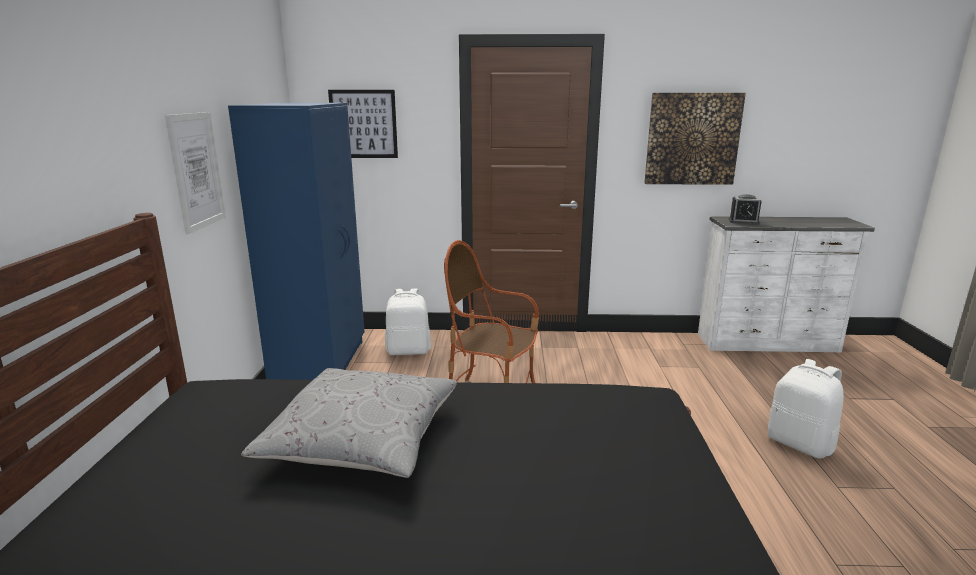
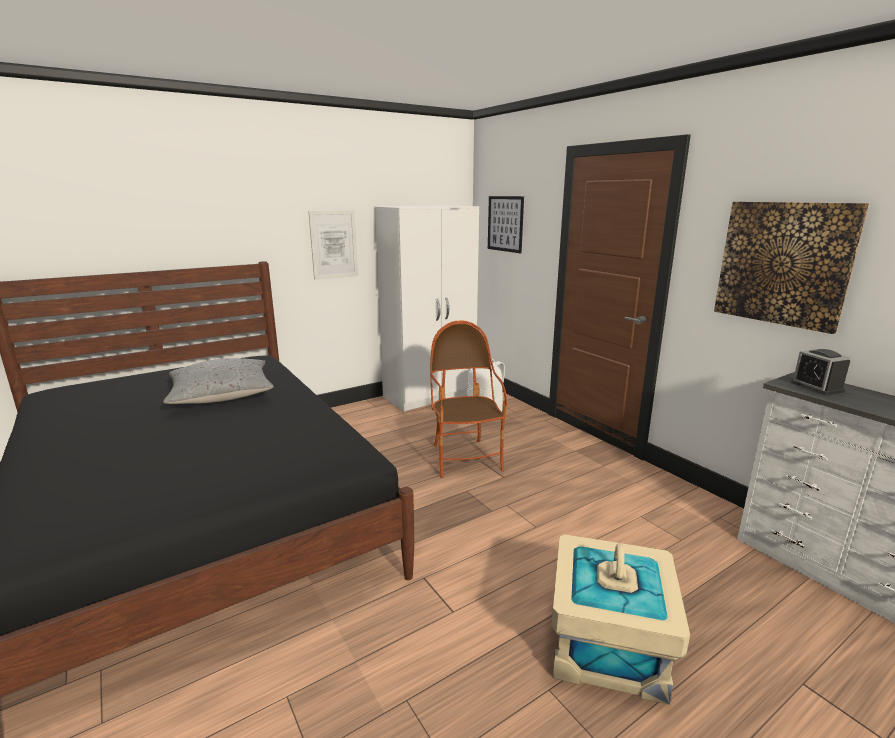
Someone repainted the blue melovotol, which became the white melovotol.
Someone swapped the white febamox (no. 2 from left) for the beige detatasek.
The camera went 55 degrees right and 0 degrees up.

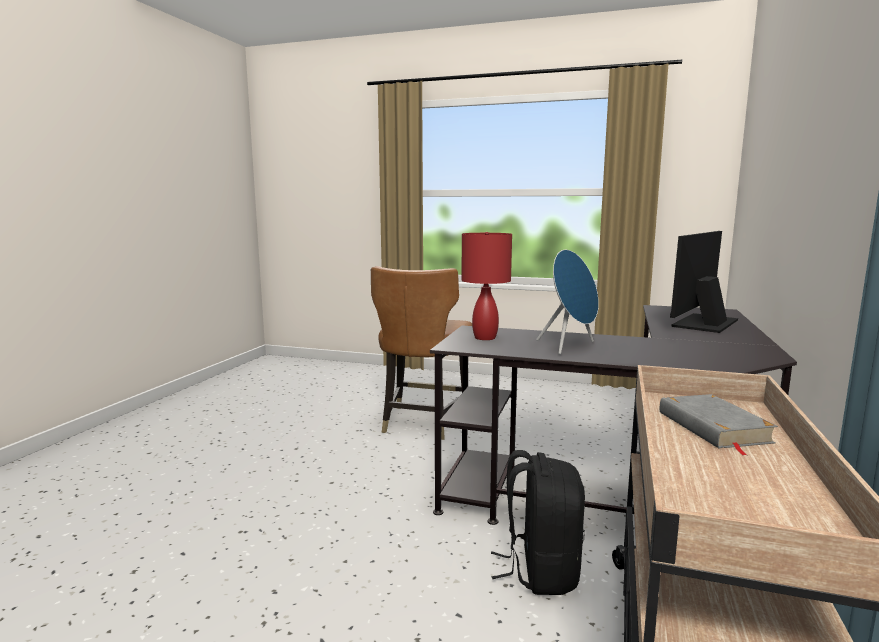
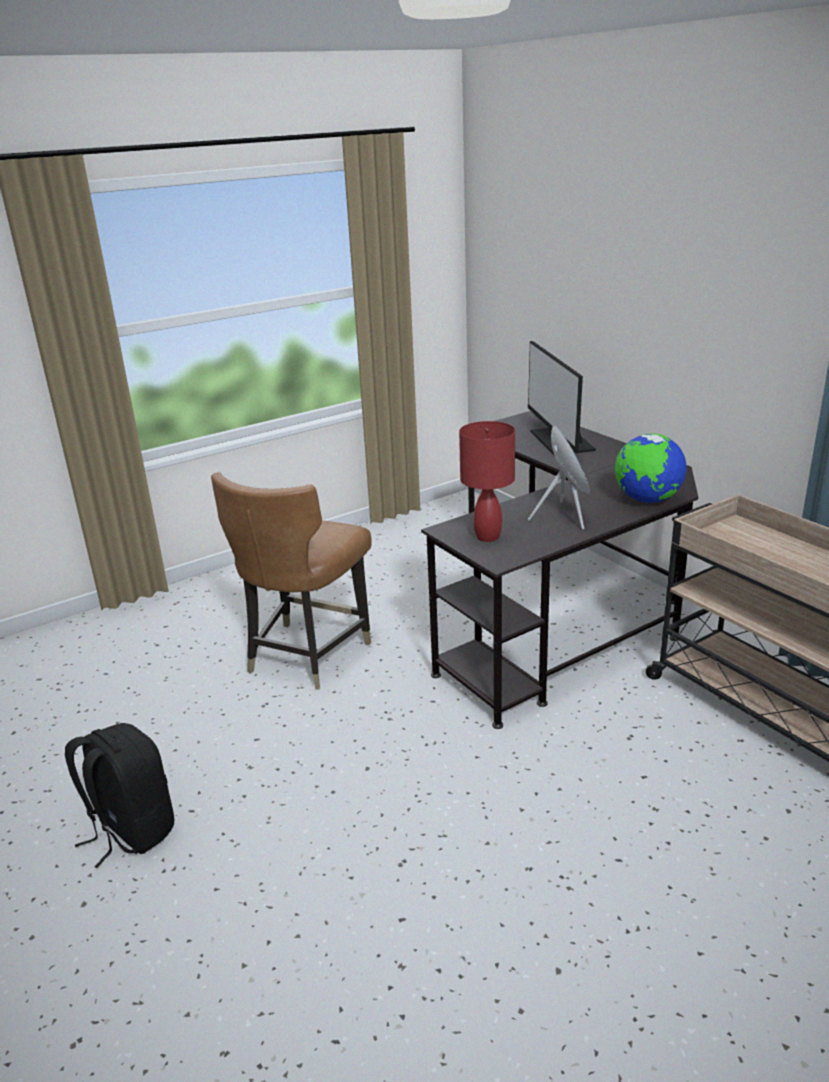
Someone carried the black febamox.
Someone rotated the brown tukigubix by 60 degrees clockwise.
Someone put down the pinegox.
Someone took away the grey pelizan.
The camera went 50 degrees left and 15 degrees up.

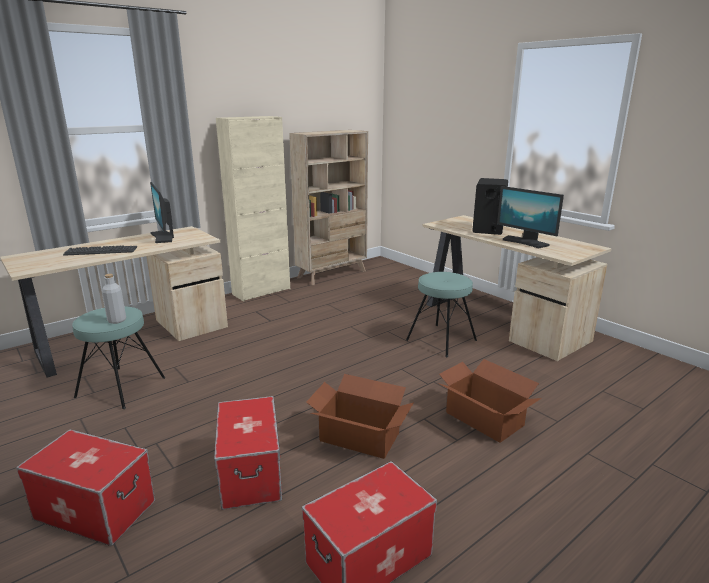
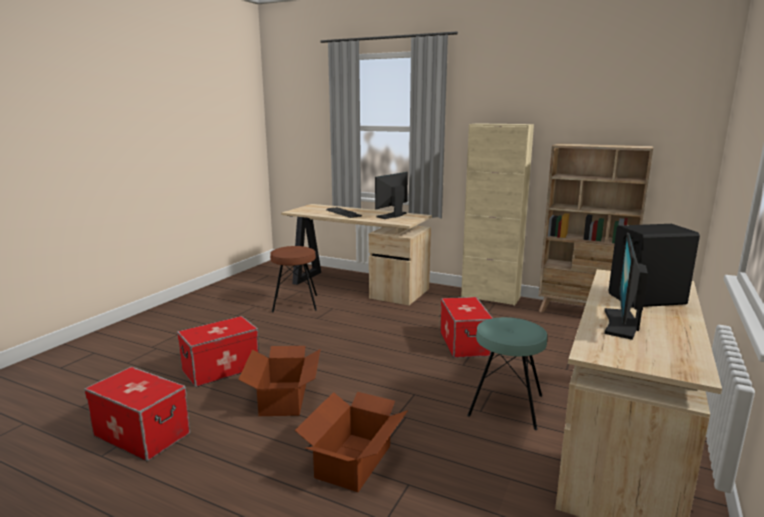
Someone repainted the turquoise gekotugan (no. 1 from left), which became the brown gekotugan.
Someone carried the detatasek (no. 1 from left in the first image).
Someone took away the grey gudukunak.
The camera went 65 degrees right and 5 degrees down.

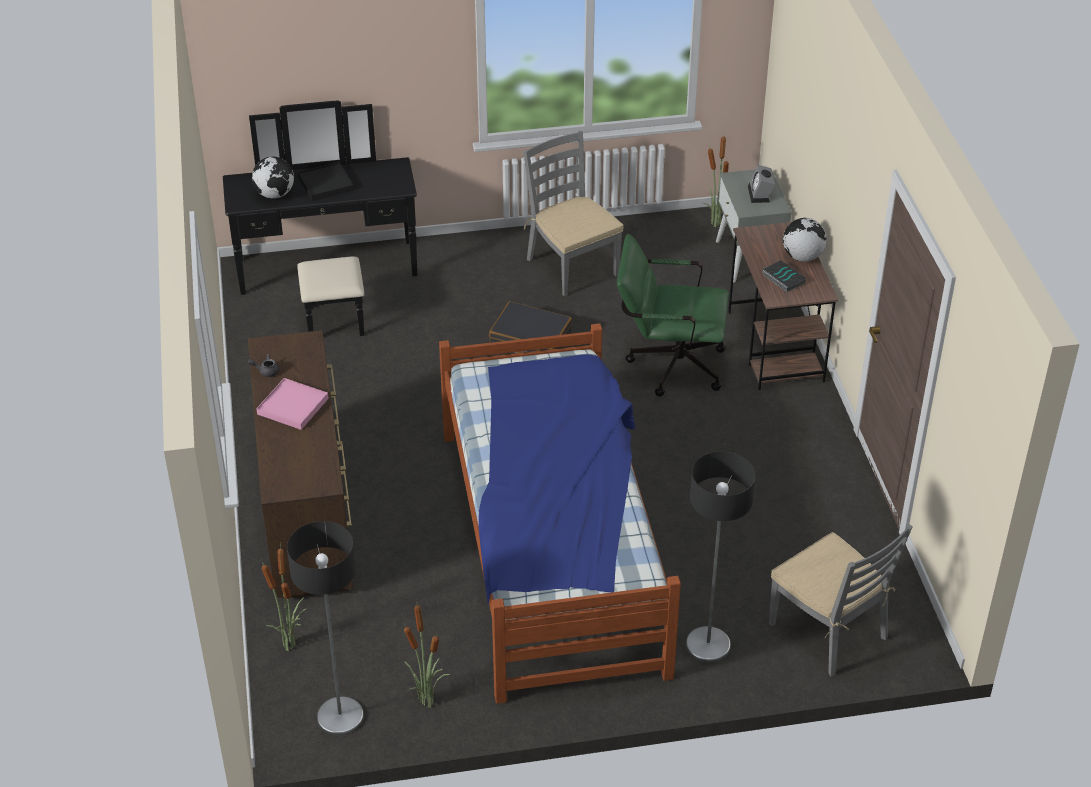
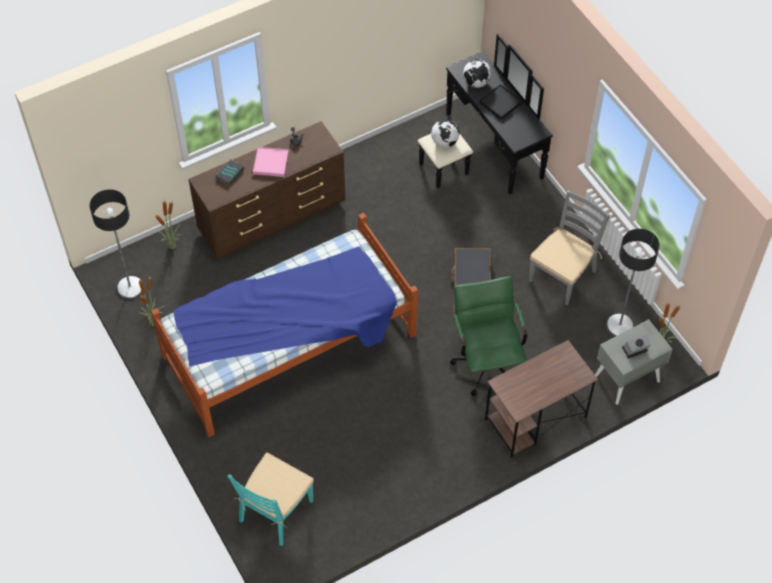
Someone carried the pelizan.
Someone repainted the grey tukigubix (no. 2 from left), which became the turquoise tukigubix.
Someone carried the pinegox (no. 2 from left in the first image).
Someone carried the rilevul (no. 2 from left).
The camera went 70 degrees right and 15 degrees up.

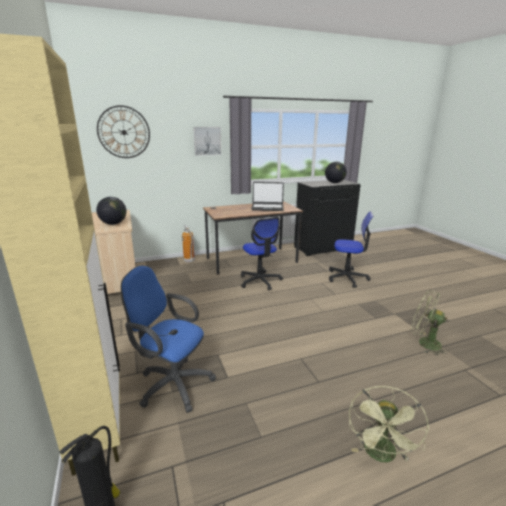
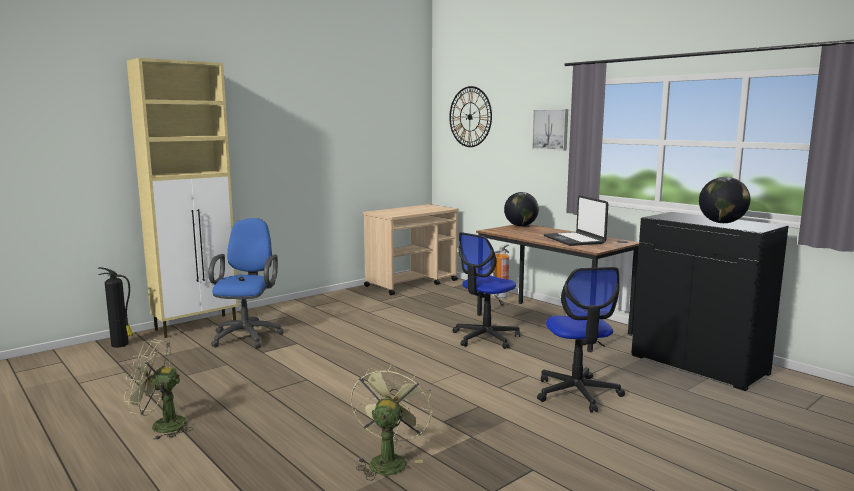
Someone carried the pinegox (no. 1 from left).
The camera went 70 degrees right and 10 degrees down.

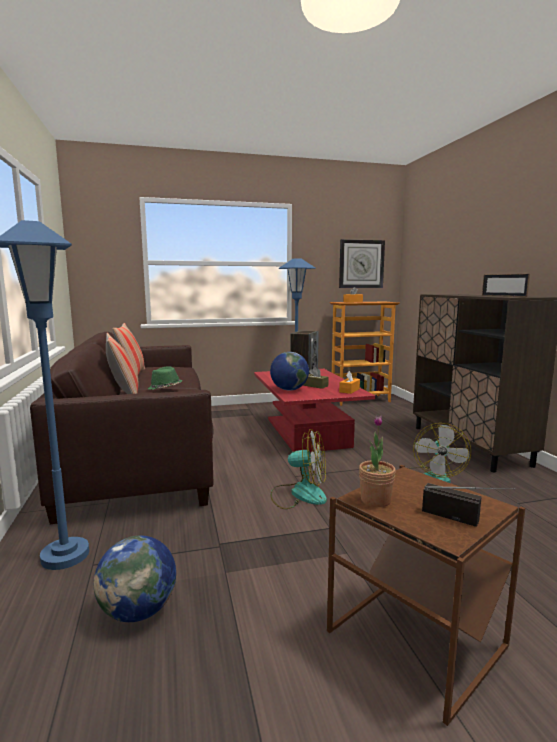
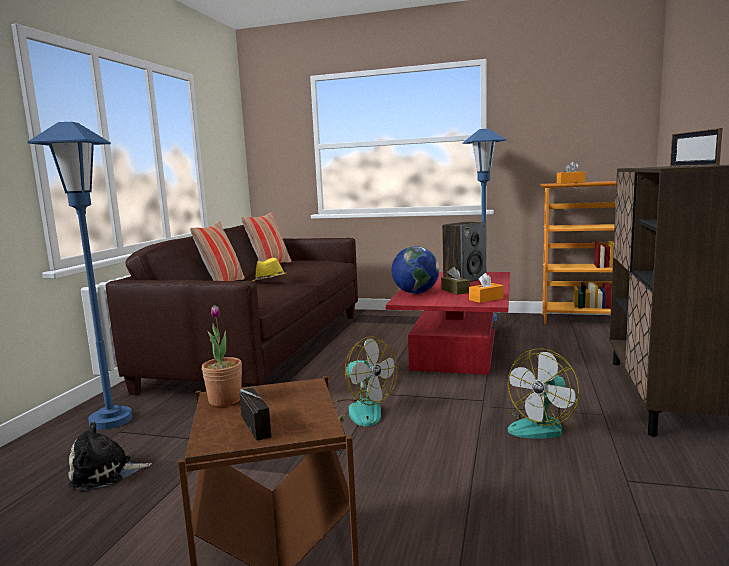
Someone swapped the pinegox (no. 1 from left) for the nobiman.
Someone repainted the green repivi, which became the yellow repivi.
Someone took away the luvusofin.
The camera went 30 degrees right and 0 degrees up.

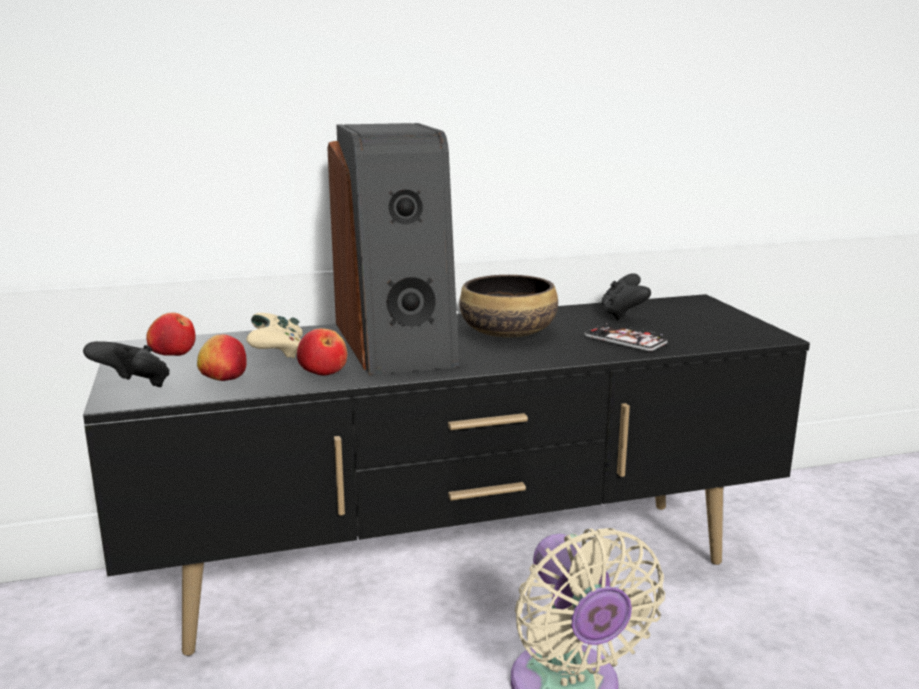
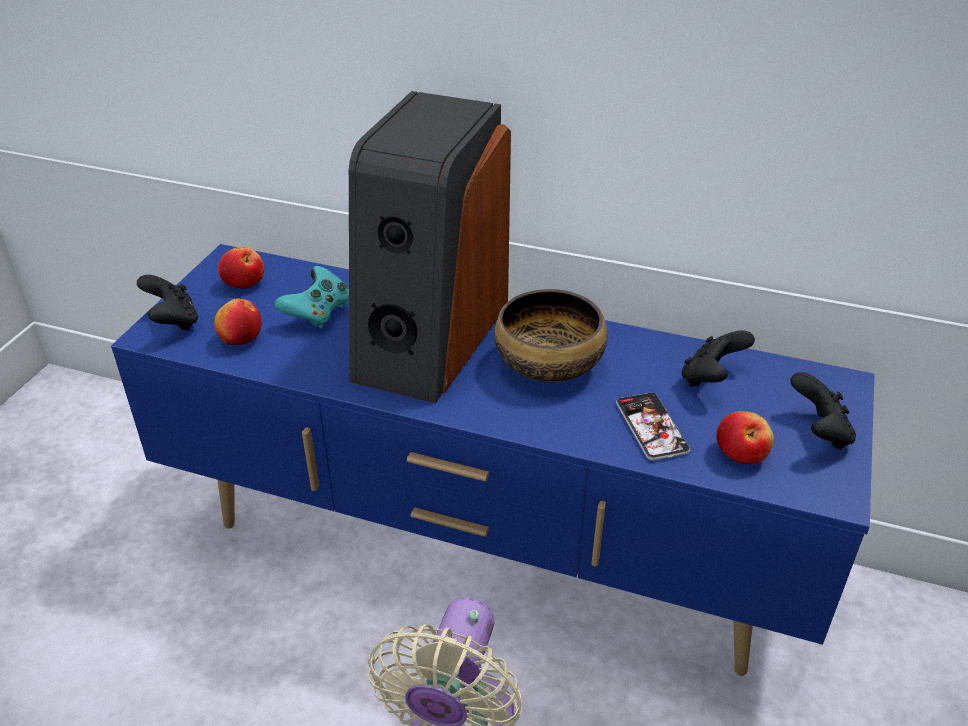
Someone repainted the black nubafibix, which became the blue nubafibix.
Someone repainted the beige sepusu, which became the turquoise sepusu.
Someone carried the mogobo (no. 3 from left).
Someone put down the black sepusu (no. 3 from left).
The camera went 35 degrees right and 20 degrees up.

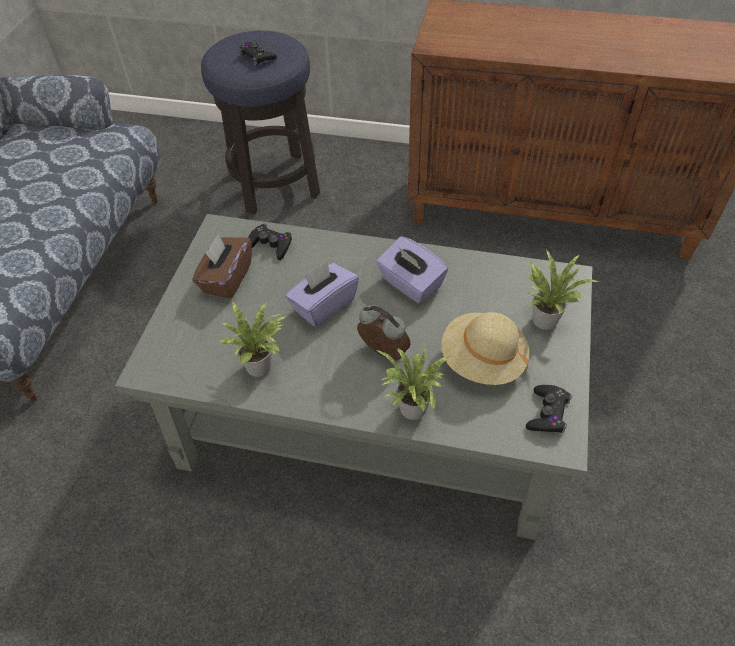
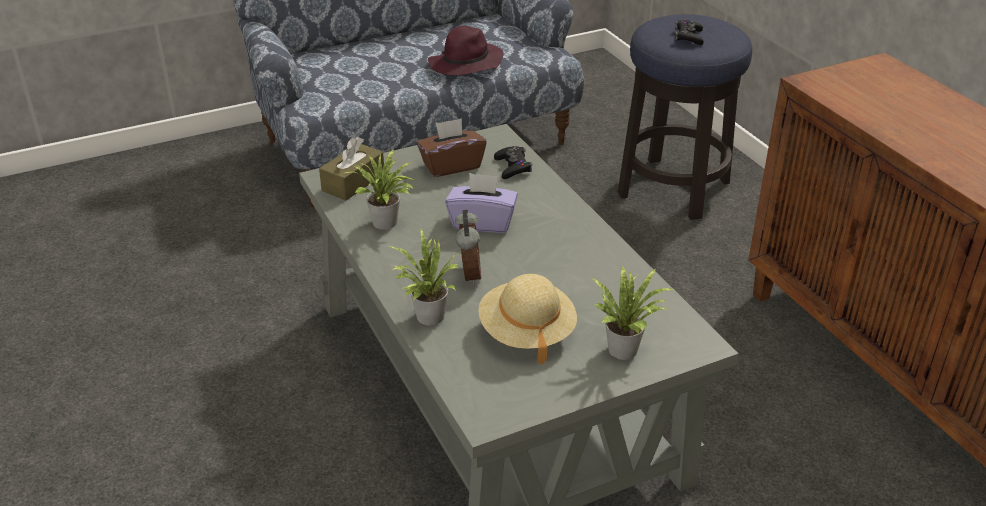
Someone put down the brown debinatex (no. 1 from left).
Someone put down the purple repivi.
Someone took away the purple debinatex (no. 2 from left).
Someone took away the black sepusu (no. 3 from left).
The camera went 50 degrees right and 15 degrees down.

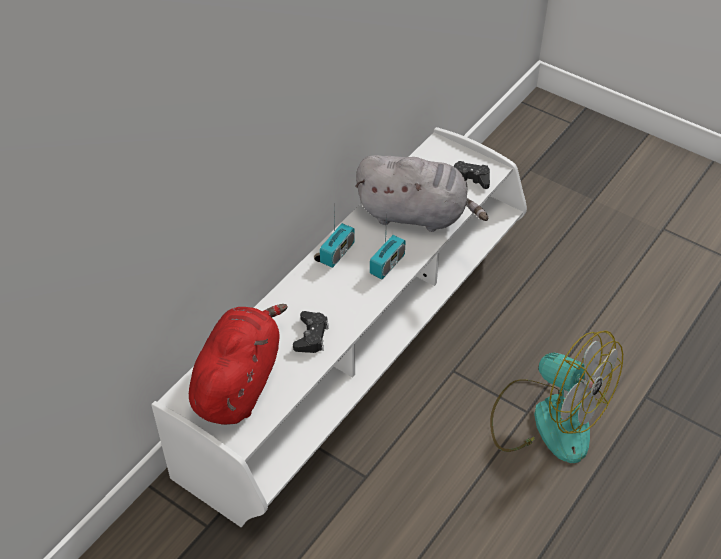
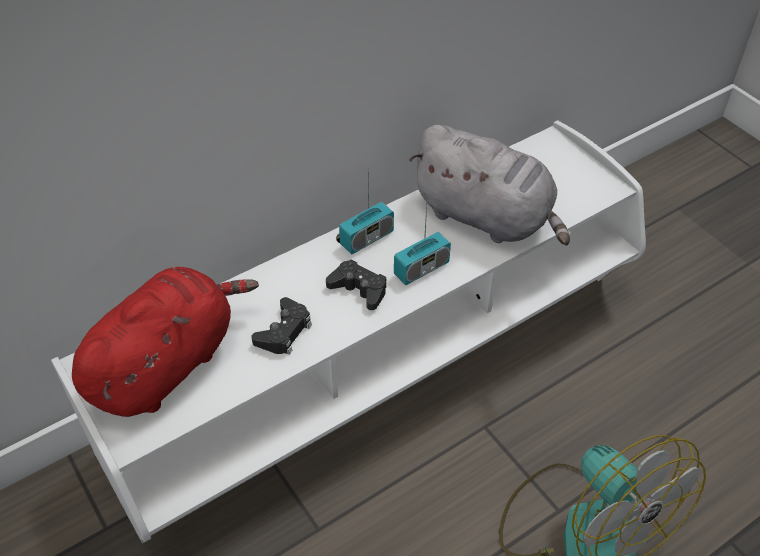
Someone carried the black sepusu (no. 2 from left).
The camera went 20 degrees right and 0 degrees up.

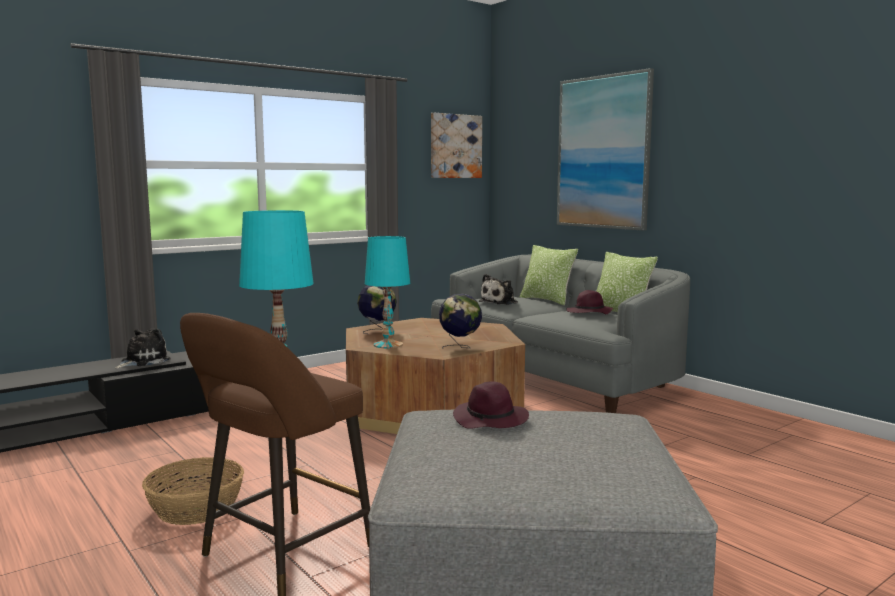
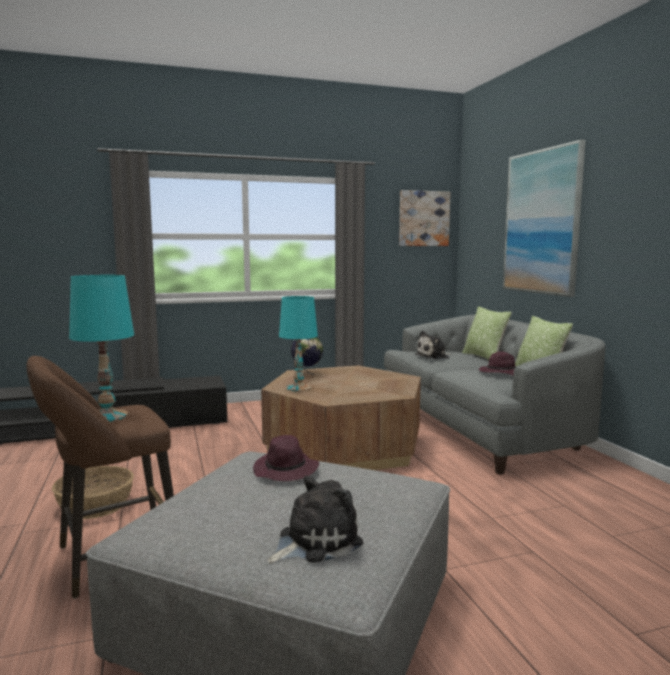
Someone carried the nobiman (no. 1 from left).
Someone took away the pinegox (no. 2 from left).
The camera went 20 degrees right and 0 degrees up.

